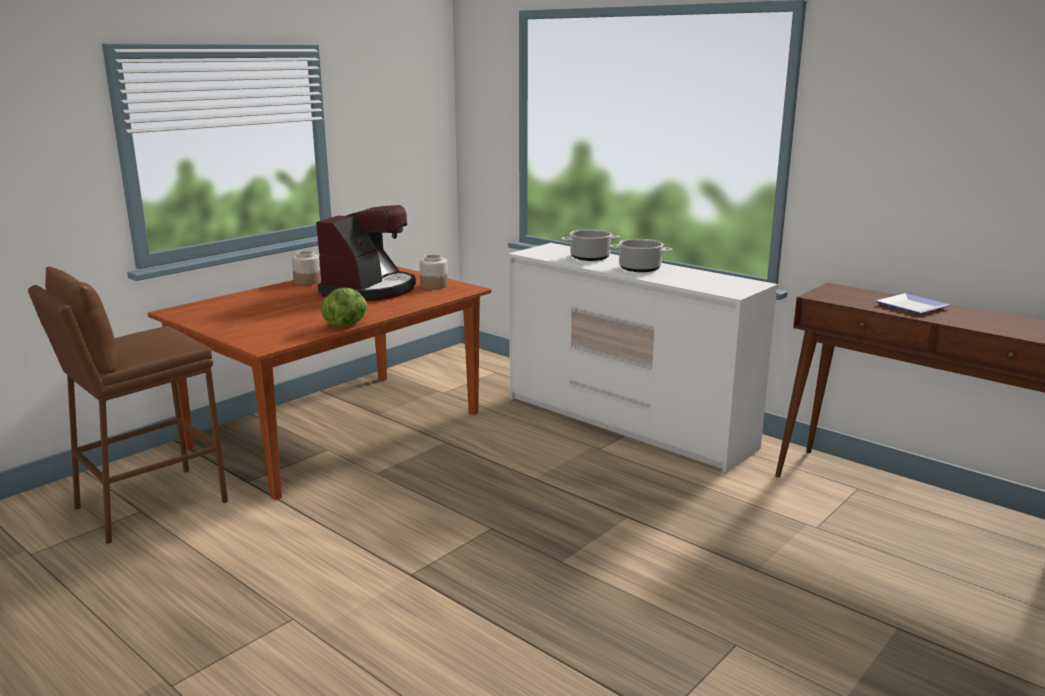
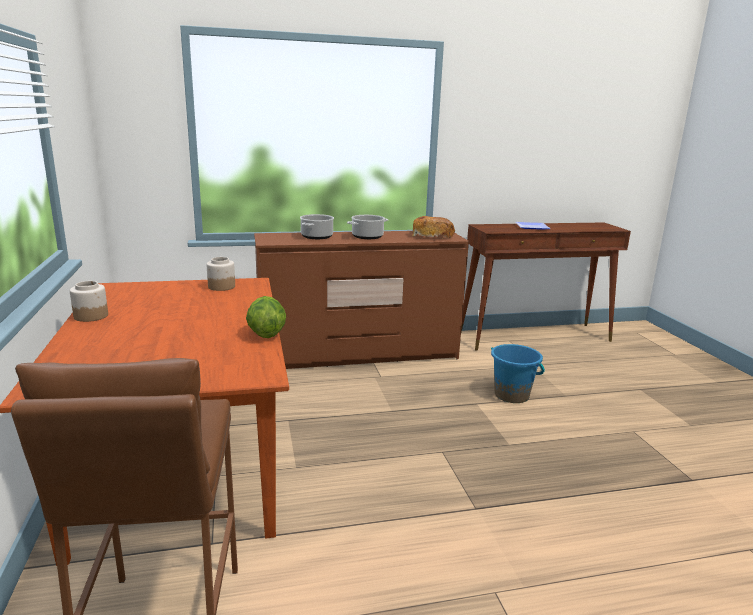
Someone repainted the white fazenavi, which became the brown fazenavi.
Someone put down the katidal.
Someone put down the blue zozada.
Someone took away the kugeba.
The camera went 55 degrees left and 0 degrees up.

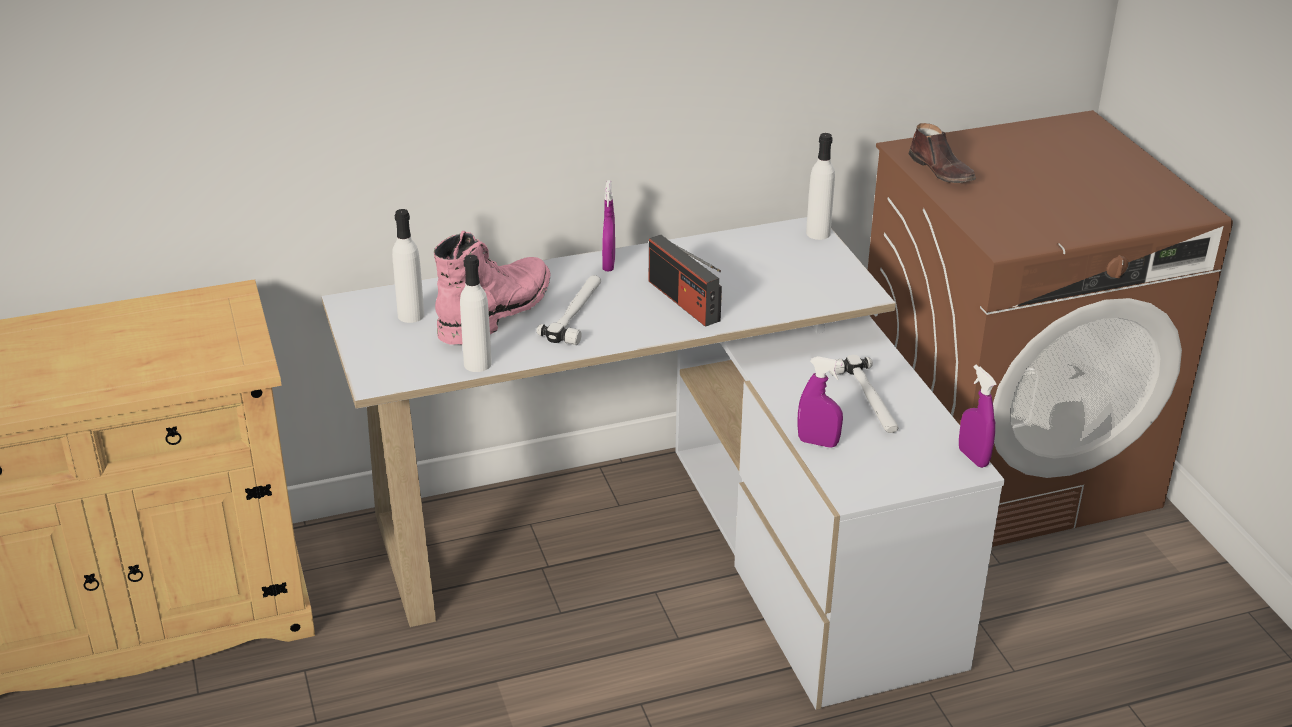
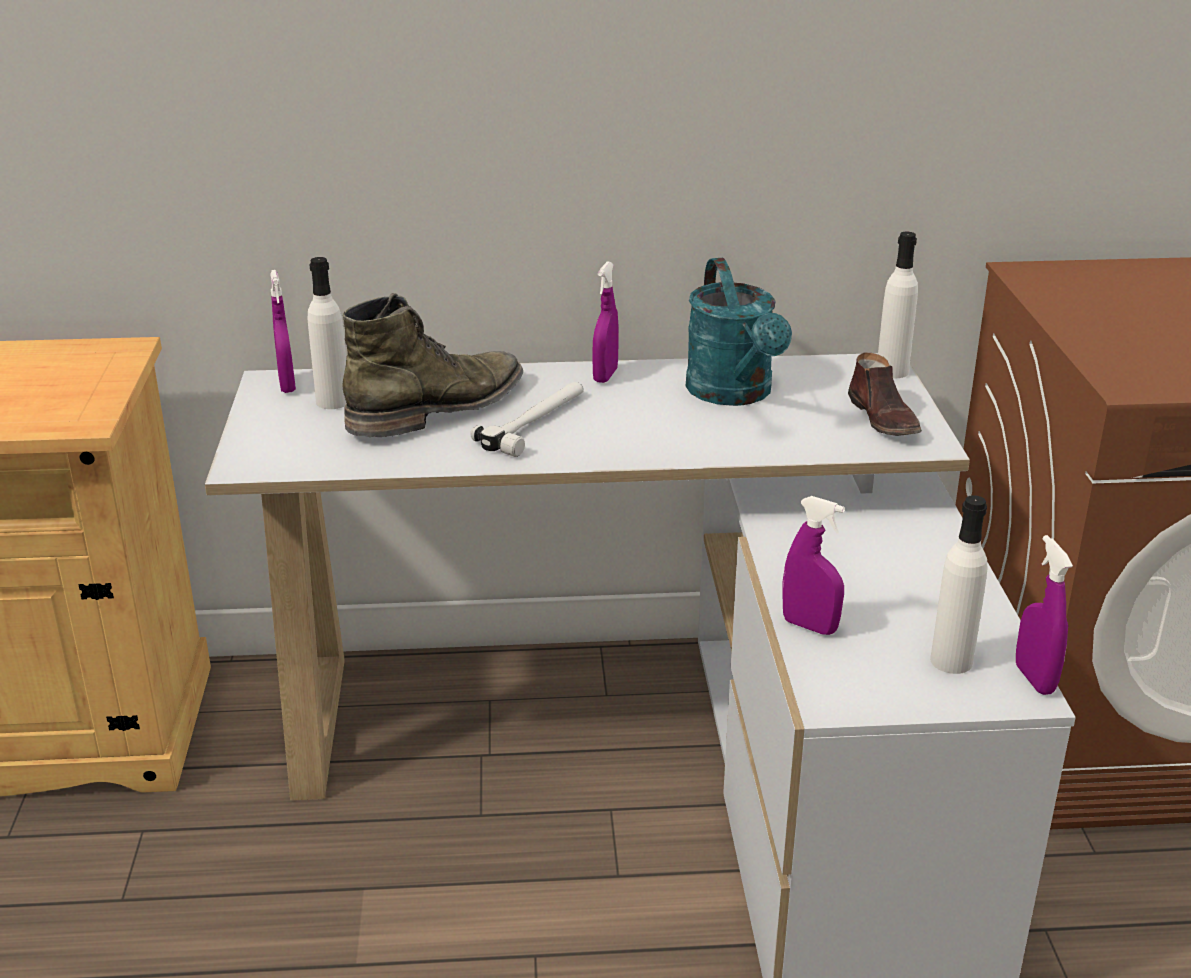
Someone put down the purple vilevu (no. 1 from left).
Someone repainted the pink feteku, which became the green feteku.
Someone put down the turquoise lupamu.
Someone carried the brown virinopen.
Someone carried the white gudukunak (no. 2 from left in the first image).
Someone took away the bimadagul.
Someone took away the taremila (no. 2 from left).
The camera went 15 degrees right and 5 degrees down.

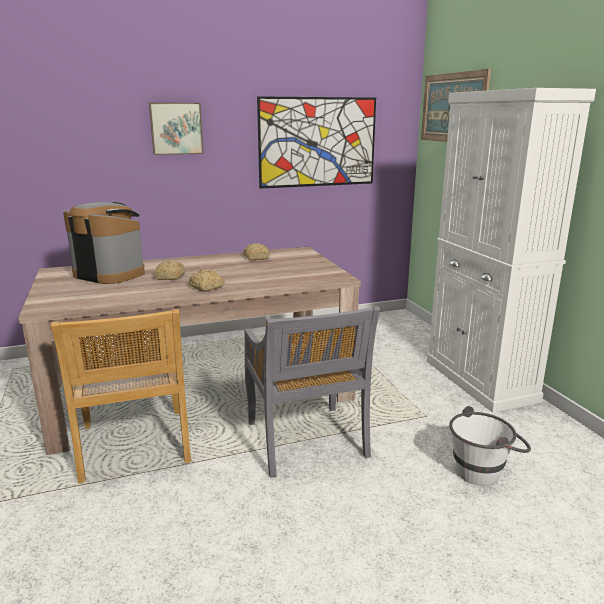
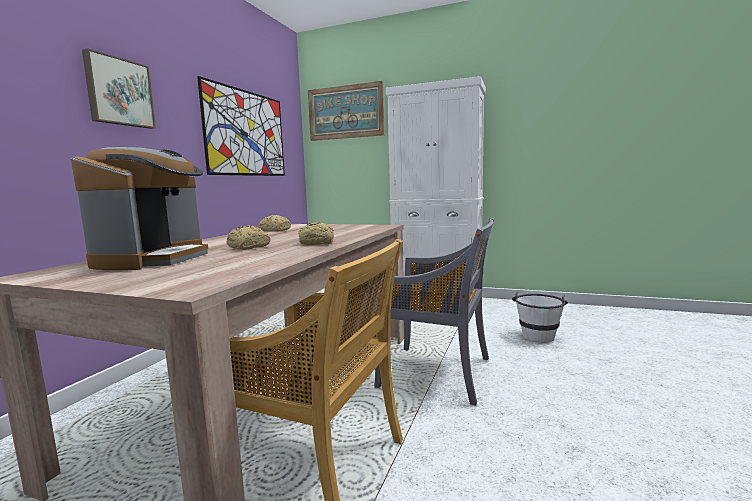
Someone rotated the kugeba by 120 degrees clockwise.
The camera went 50 degrees left and 10 degrees down.

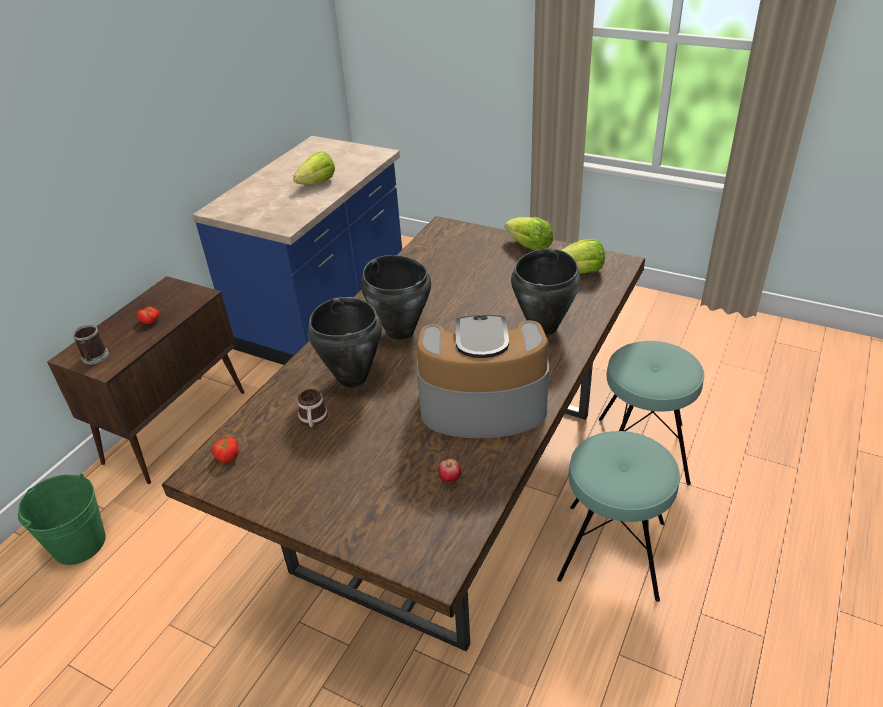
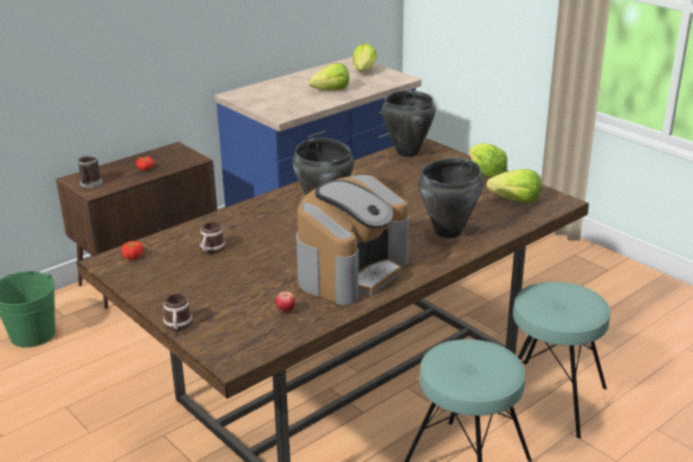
Someone put down the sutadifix (no. 2 from left).
Someone rotated the kugeba by 105 degrees clockwise.
Someone put down the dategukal (no. 2 from left).
Someone carried the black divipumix (no. 1 from left in the first image).
The camera went 20 degrees right and 10 degrees down.

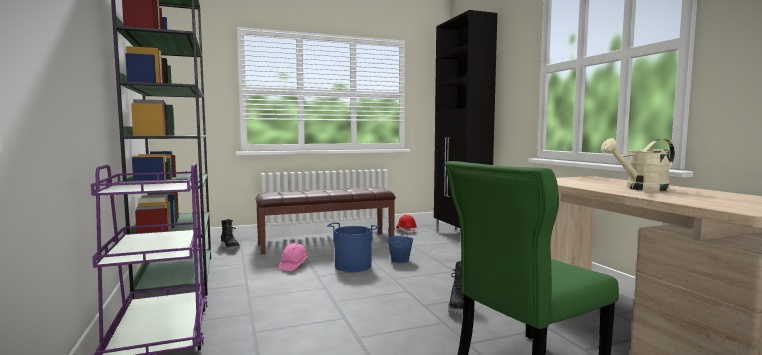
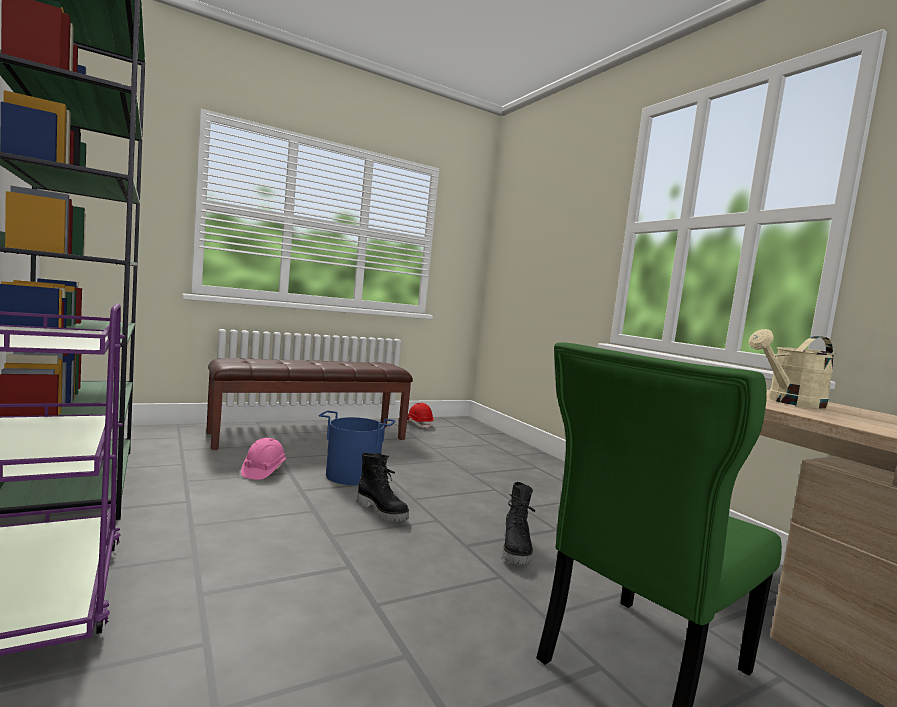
Someone carried the black feteku (no. 1 from left).
Someone took away the blue zozada (no. 2 from left).
Someone took away the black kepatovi.
The camera went 10 degrees left and 0 degrees up.

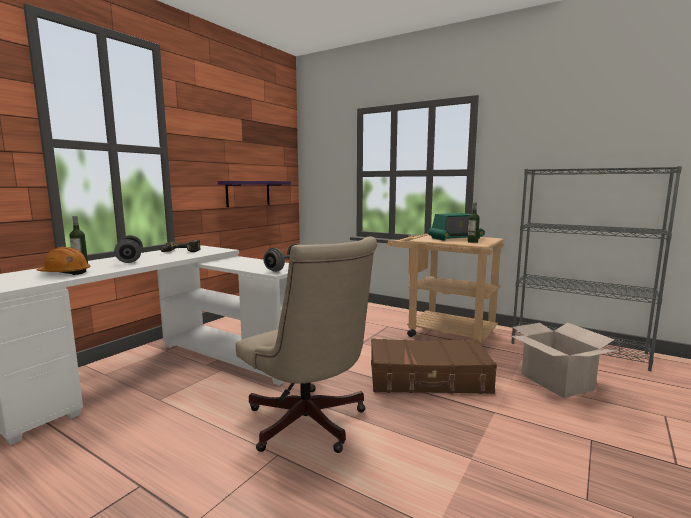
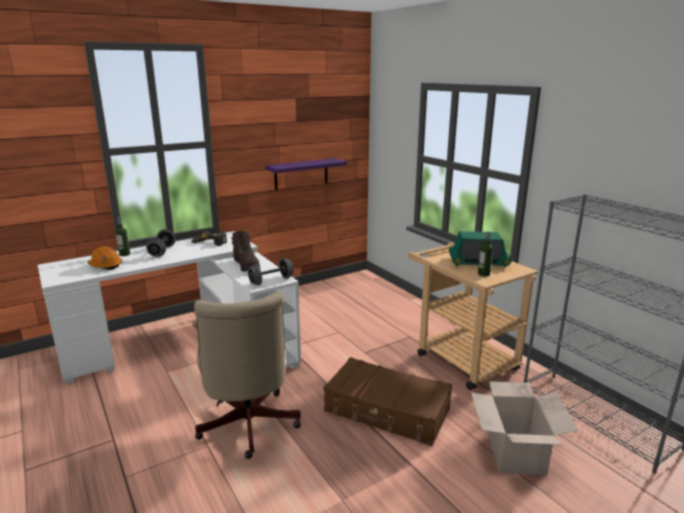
Someone put down the brown feteku.
The camera went 25 degrees right and 10 degrees up.

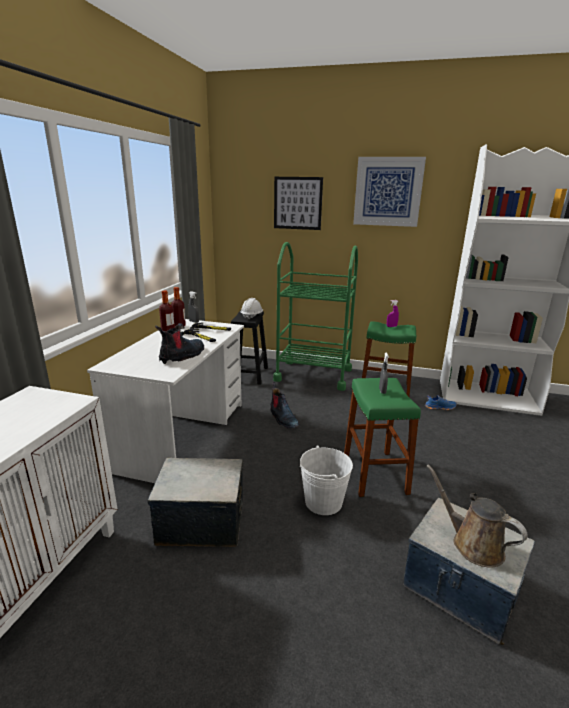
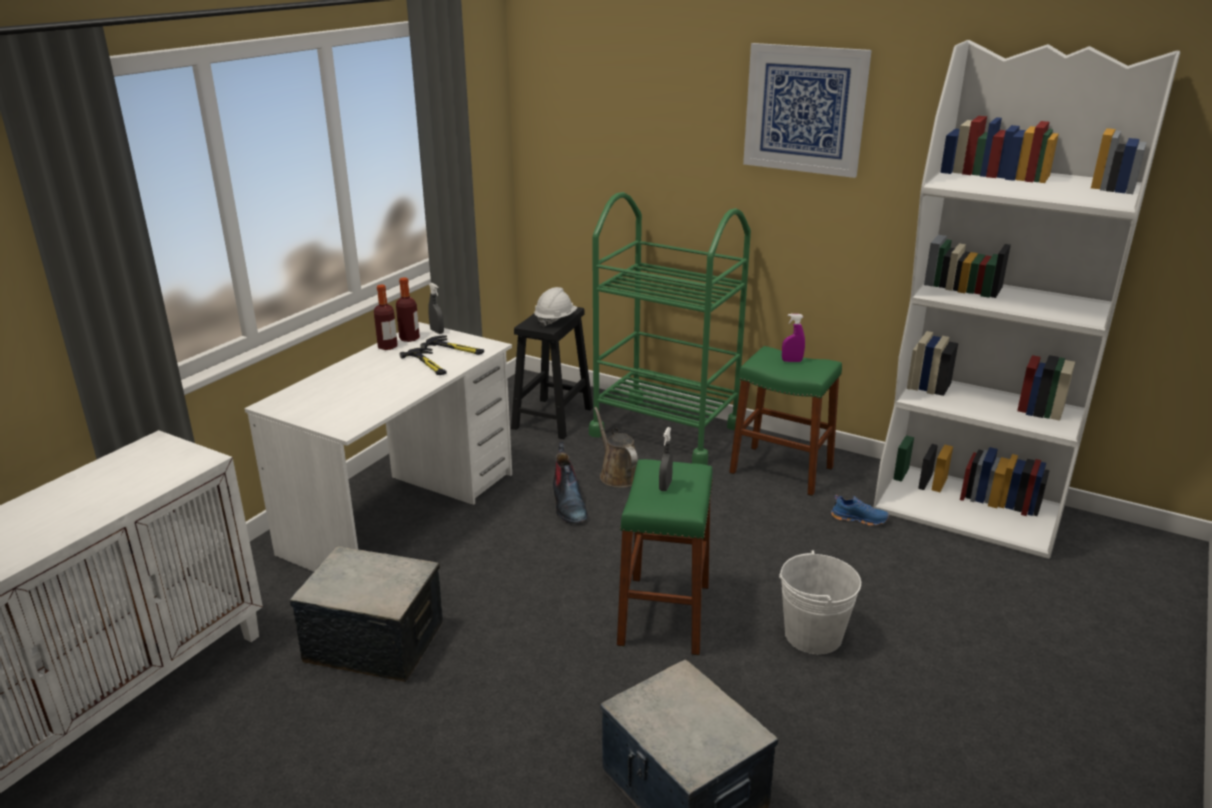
Someone carried the brown lupamu.
Someone carried the white zozada.
Someone took away the feteku (no. 1 from left).
Someone took away the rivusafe (no. 1 from left).
The camera went 15 degrees right and 5 degrees up.

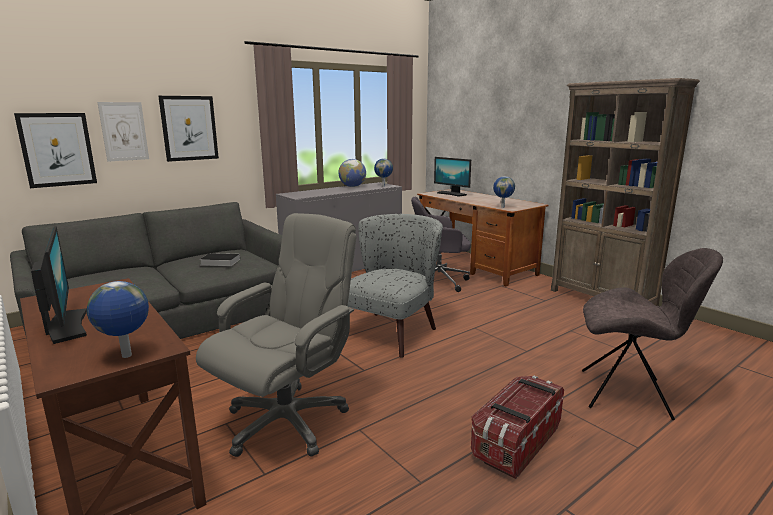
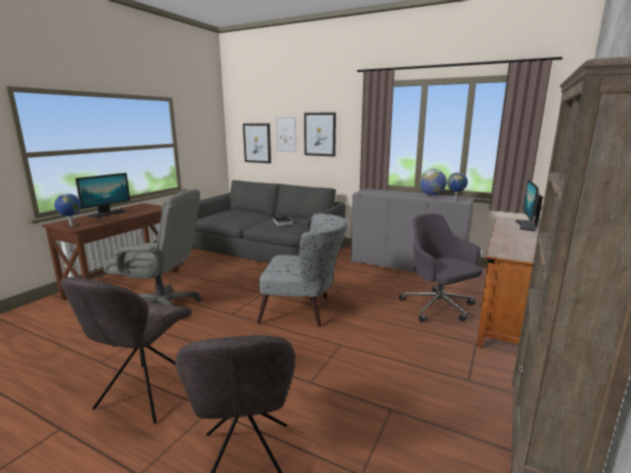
Someone swapped the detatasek for the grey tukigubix (no. 1 from left).
Someone took away the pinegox (no. 4 from left).
The camera went 65 degrees right and 0 degrees up.

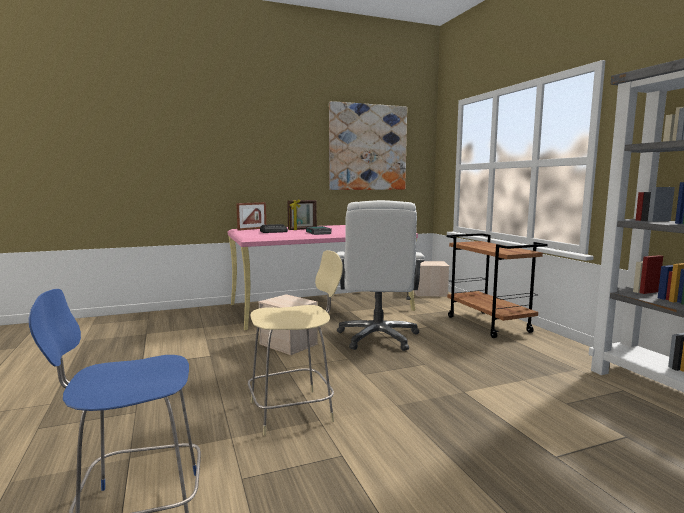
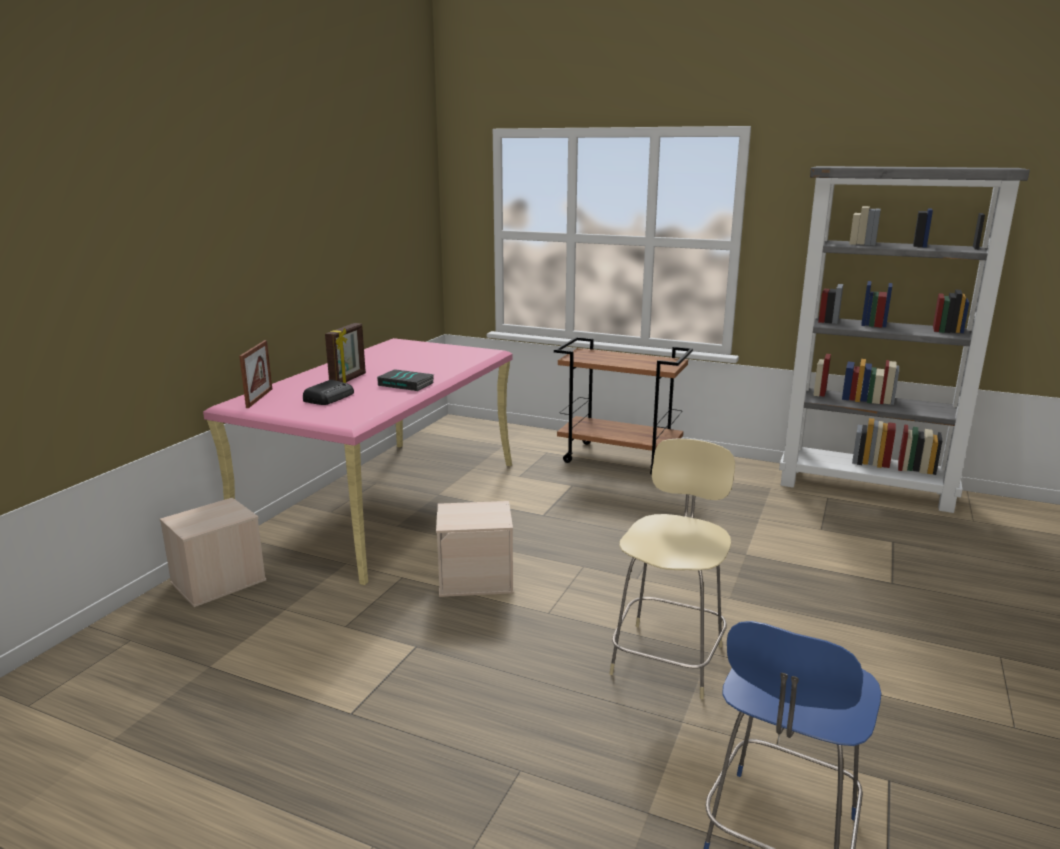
Someone carried the beige detatasek (no. 2 from left in the first image).
Someone took away the rivusafe.
Someone took away the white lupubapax.
The camera went 45 degrees left and 10 degrees up.

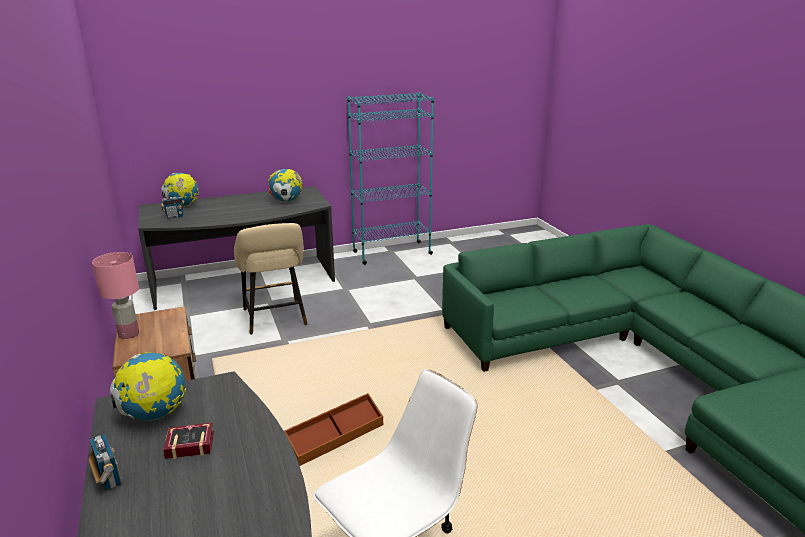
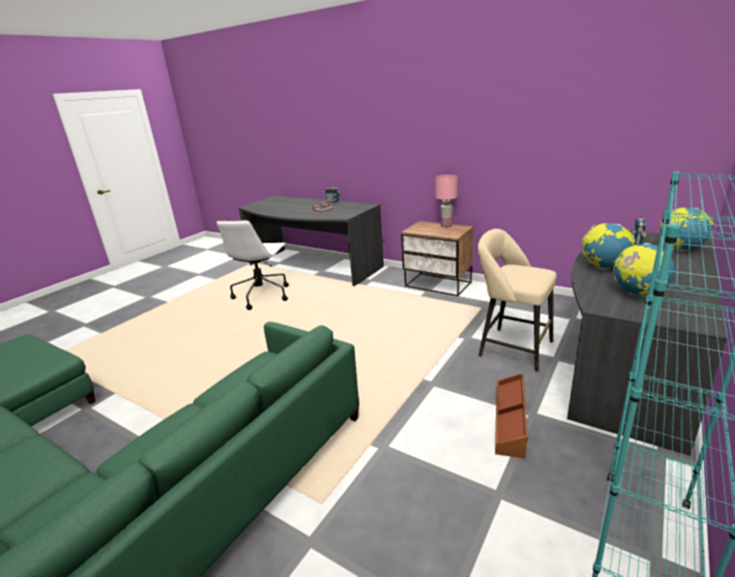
Someone carried the brown detatasek.
Someone carried the pinegox (no. 1 from left).
The camera went 145 degrees right and 0 degrees up.

